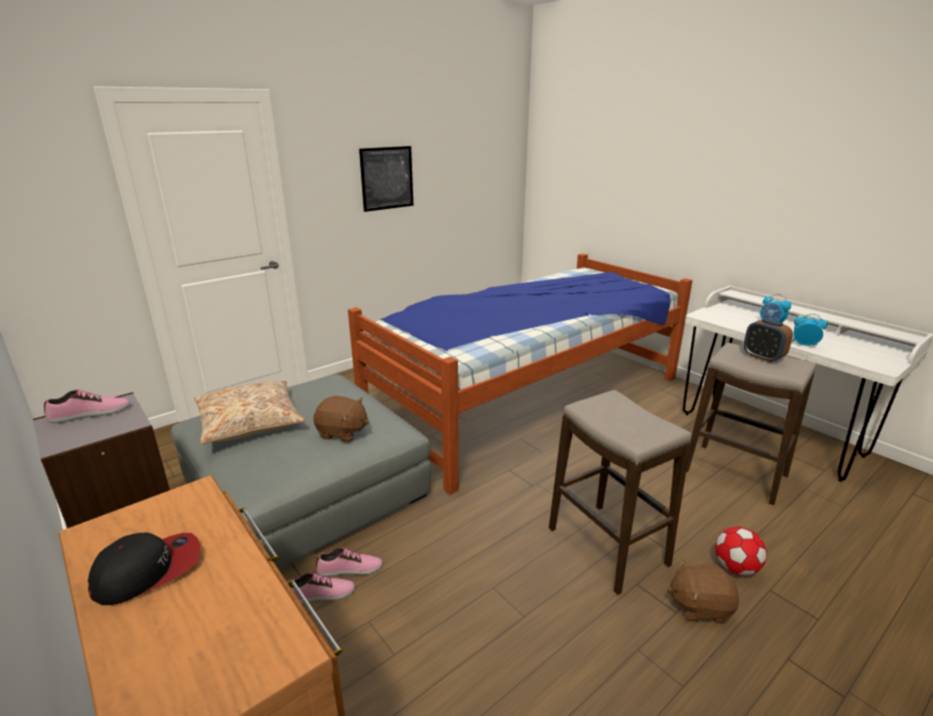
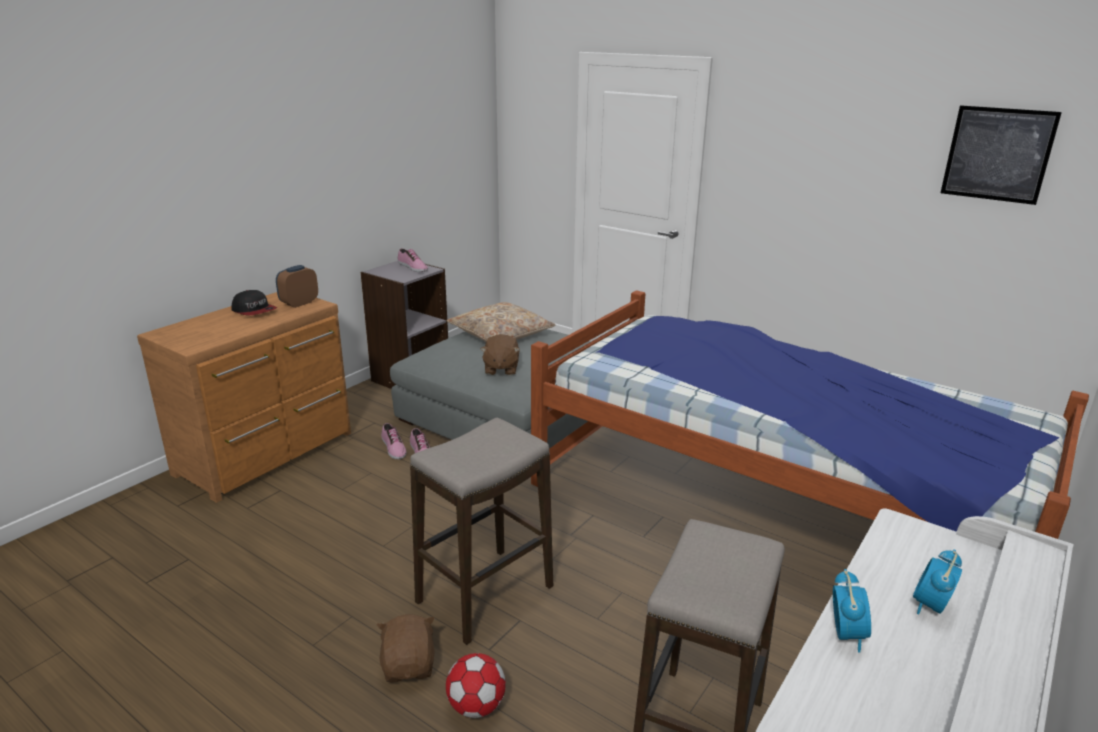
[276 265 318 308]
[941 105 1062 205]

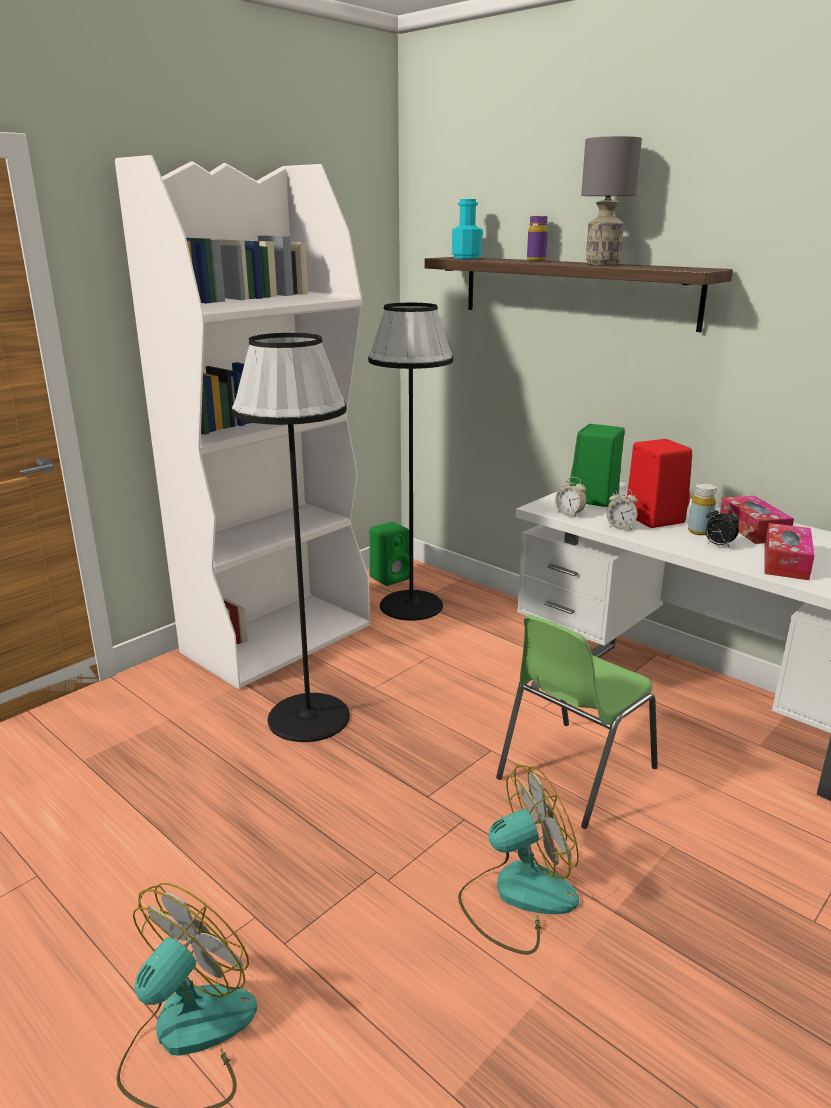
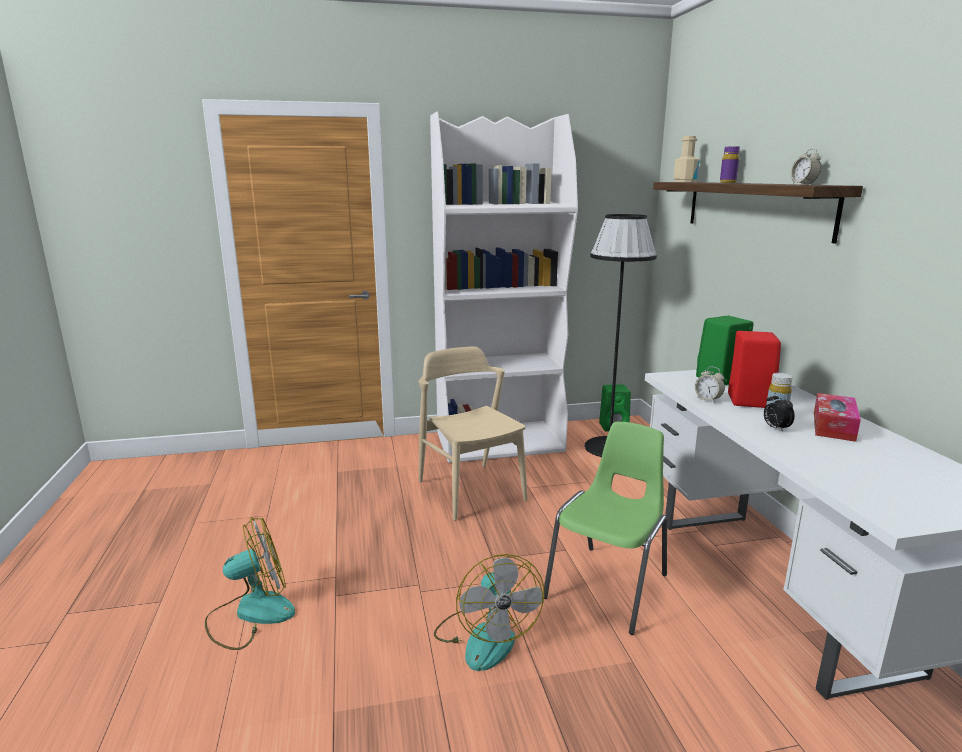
[419 346 527 521]
[434 554 544 671]
[544 422 667 635]
[674 136 699 182]
[791 148 821 184]
[581 136 642 265] (first image)
[764 523 815 580] (first image)

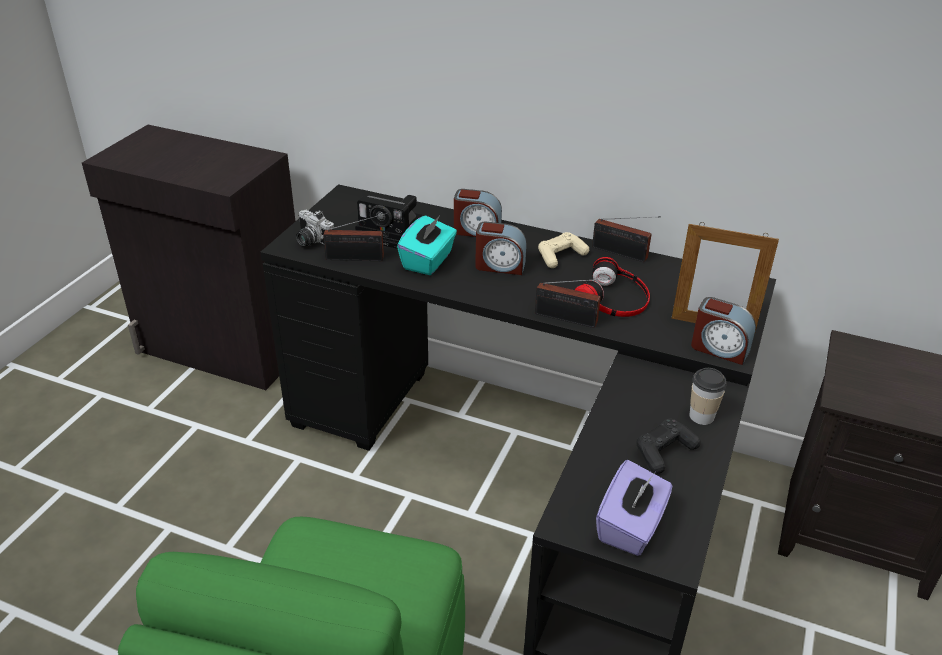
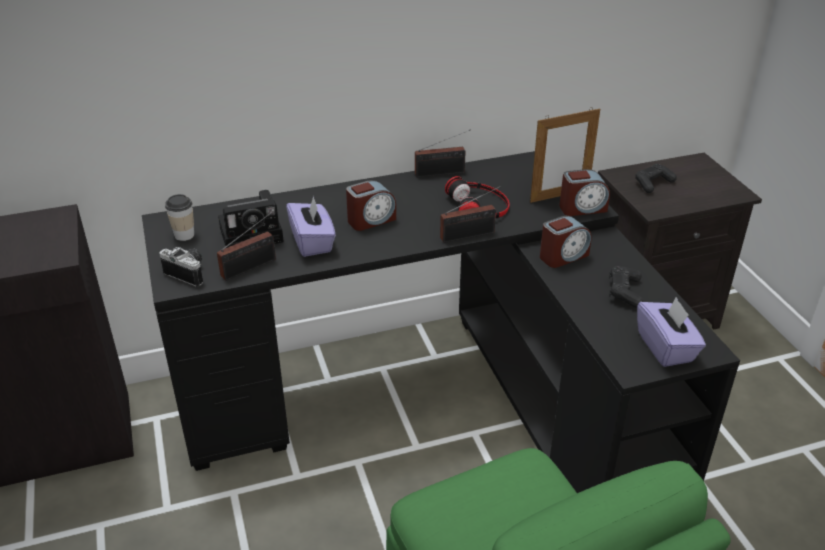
[159 247 203 287]
[165 194 194 241]
[286 196 336 257]
[540 216 592 268]
[635 164 677 193]
[538 232 589 268] (first image)

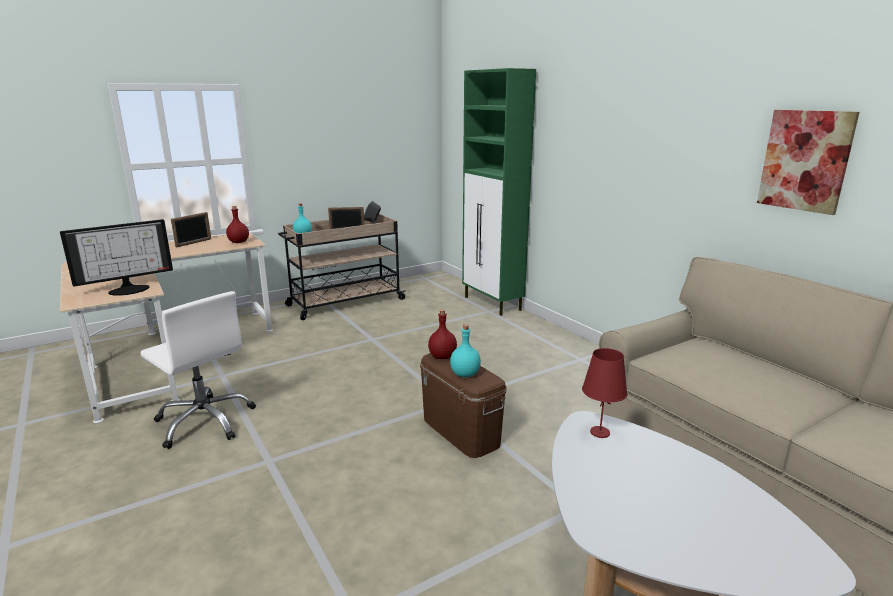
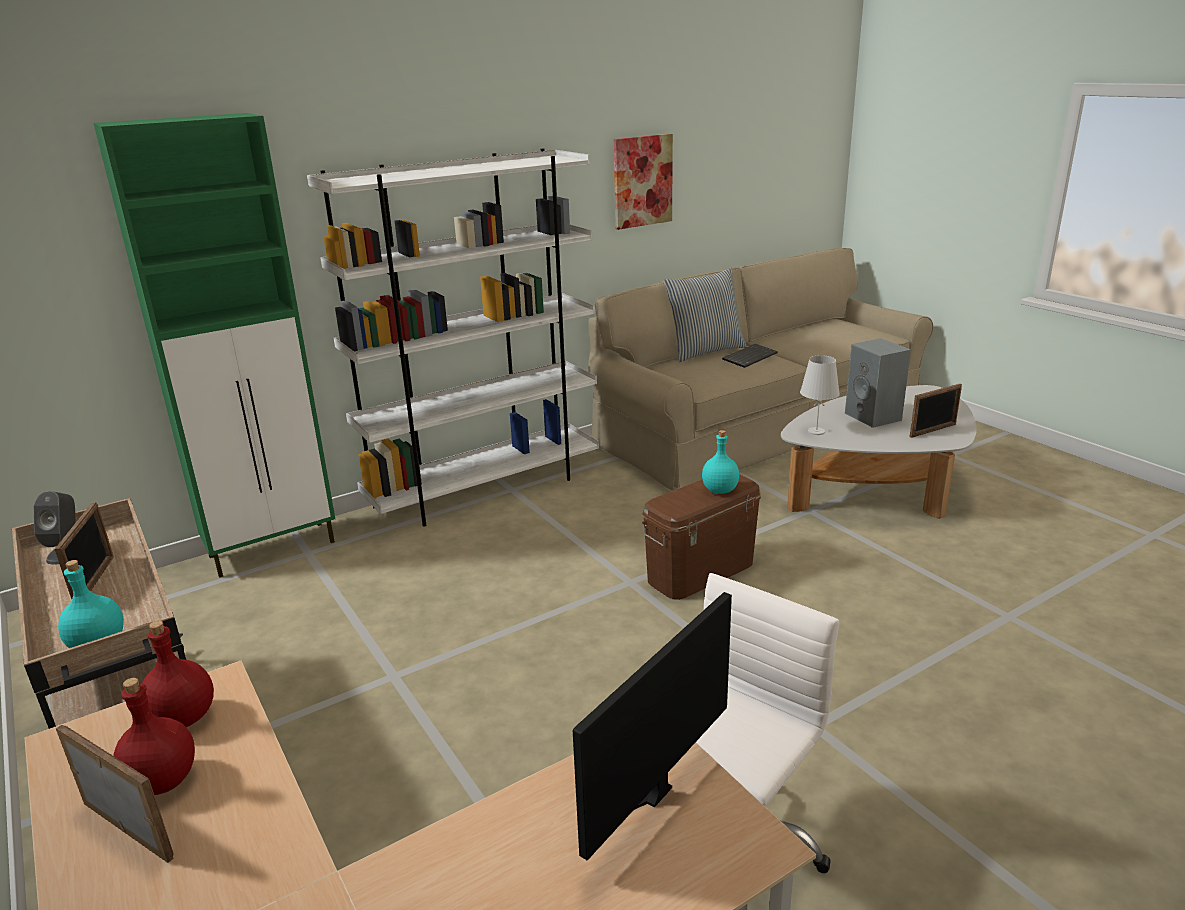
[114 678 195 795]
[307 148 599 527]
[573 592 732 860]
[663 267 747 362]
[722 344 778 368]
[800 355 840 435]
[845 338 911 428]
[910 384 962 438]

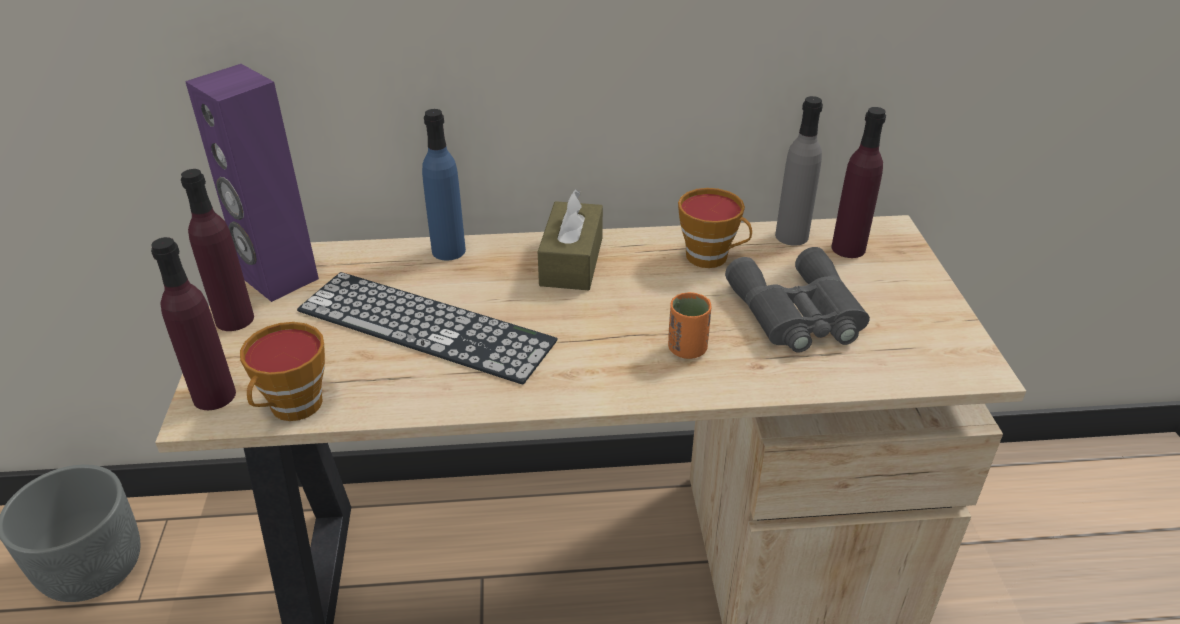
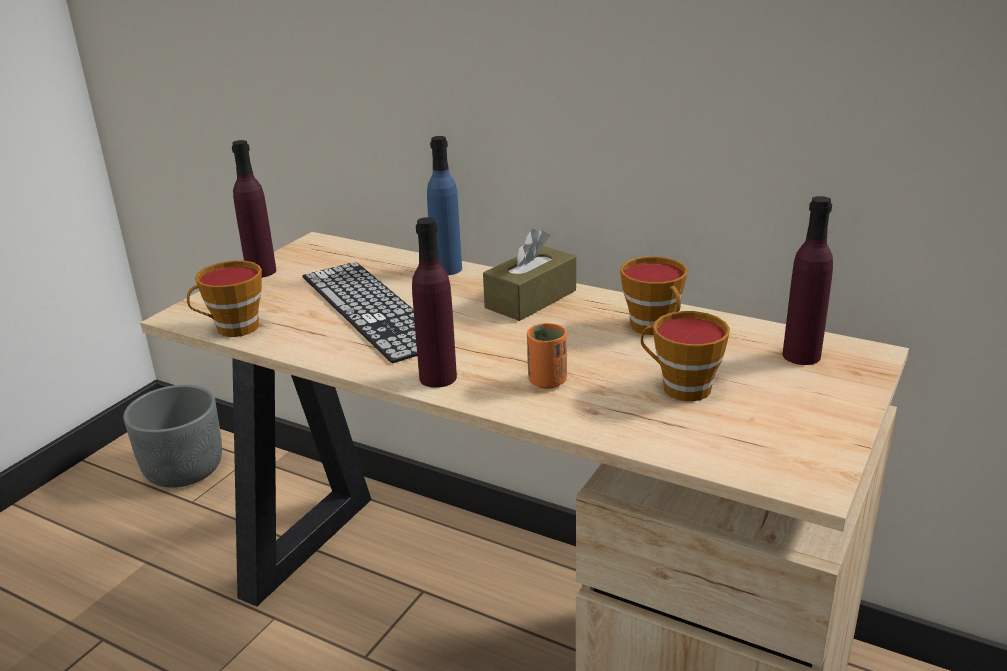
[412 217 457 388]
[641 311 730 401]
[185 64 319 302] (first image)
[775 96 823 246] (first image)

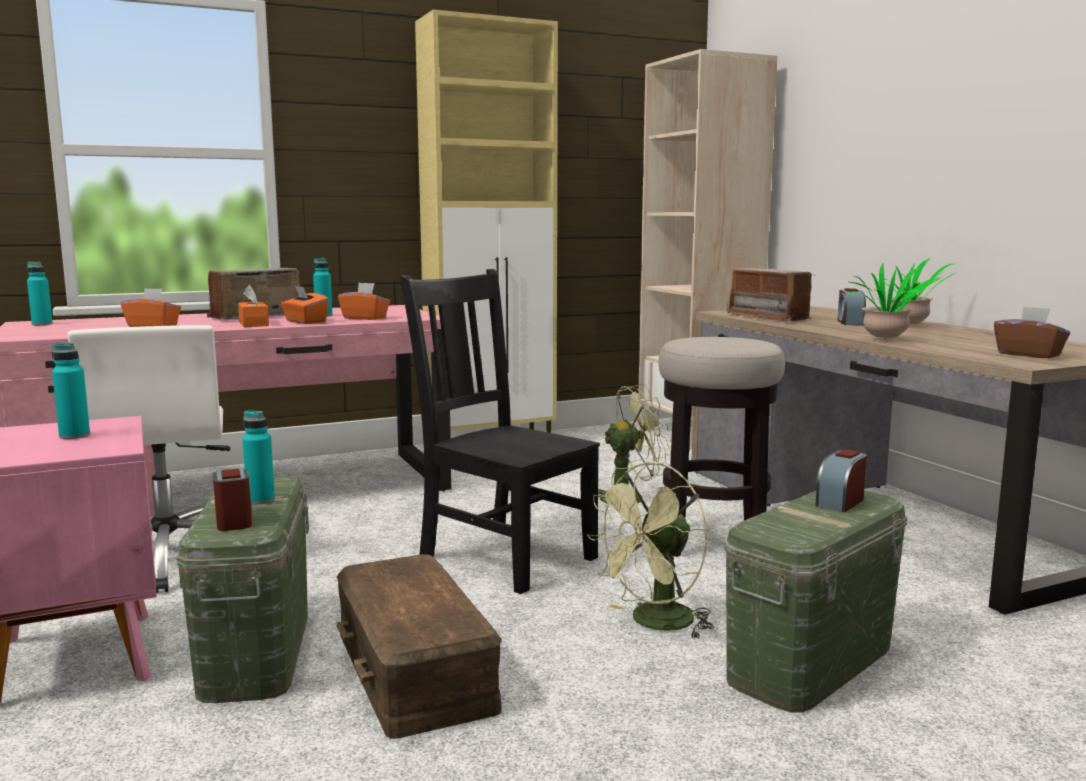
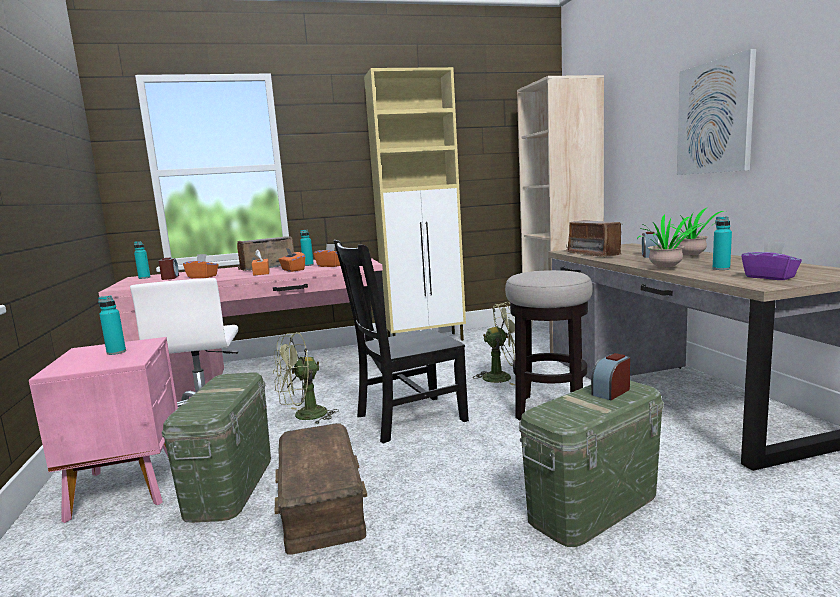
[159 257 179 280]
[273 332 339 424]
[334 240 469 444]
[677 49 756 175]
[712 216 732 270]
[741 242 802 280]

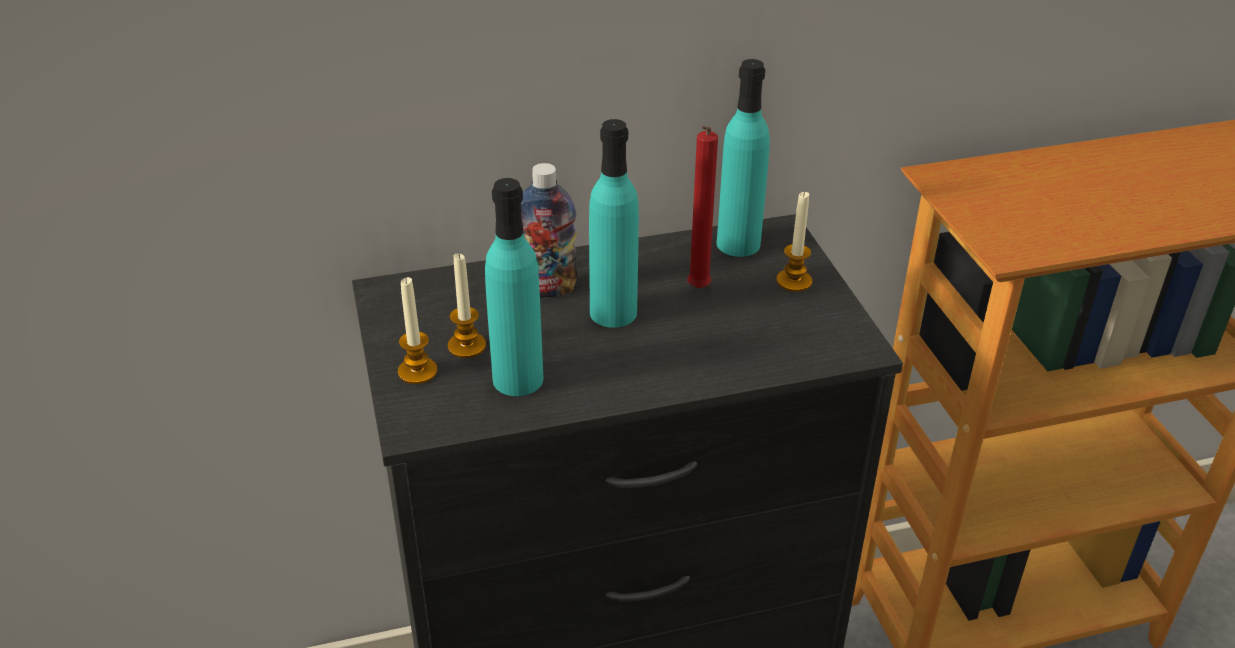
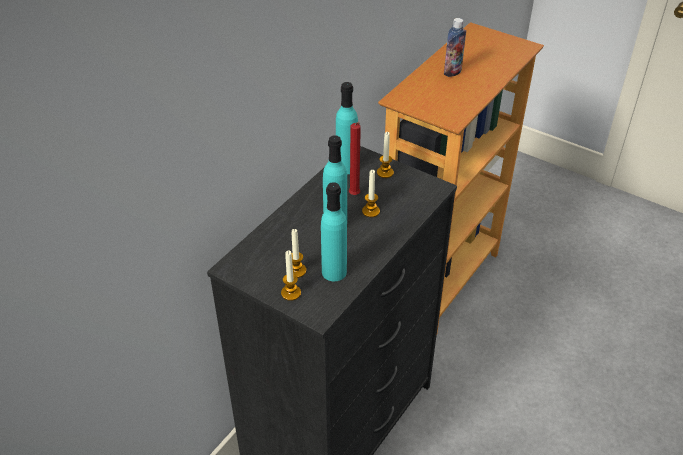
[362 170 380 217]
[444 18 466 77]

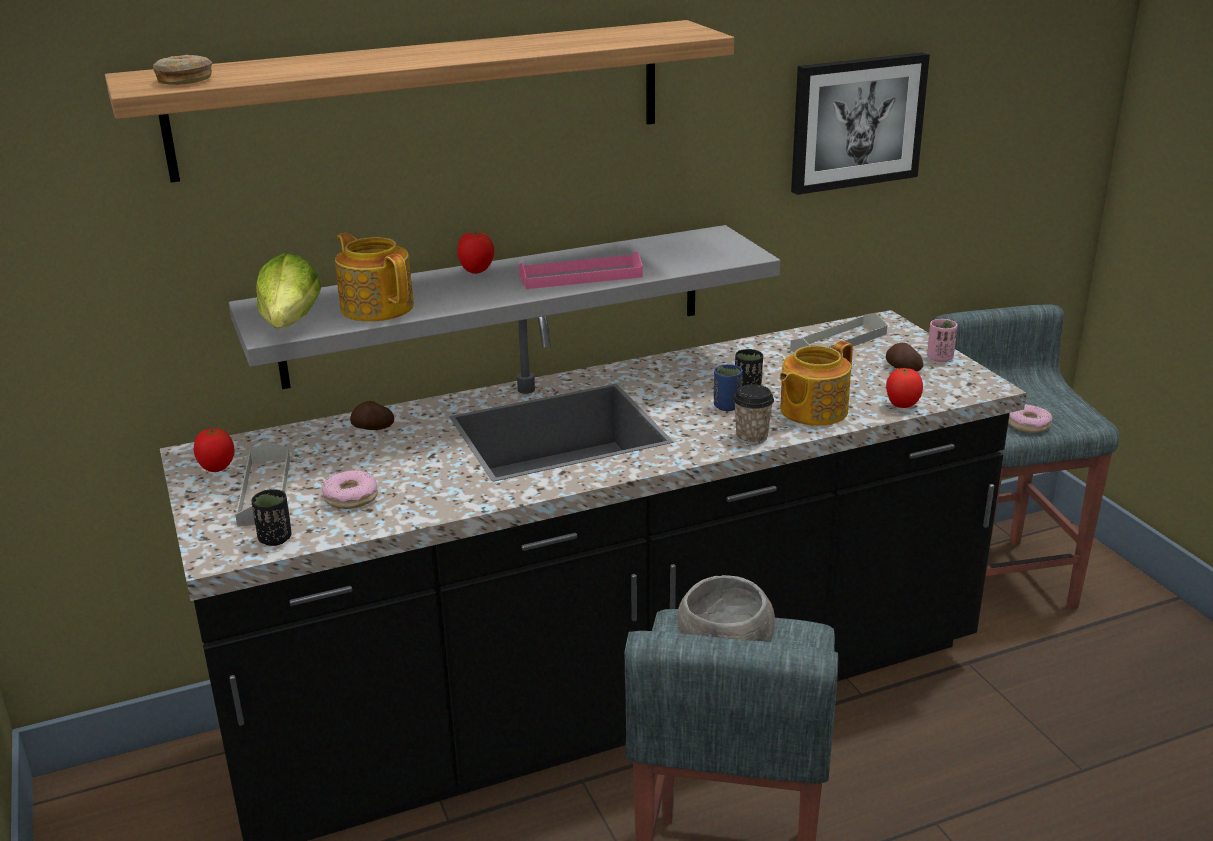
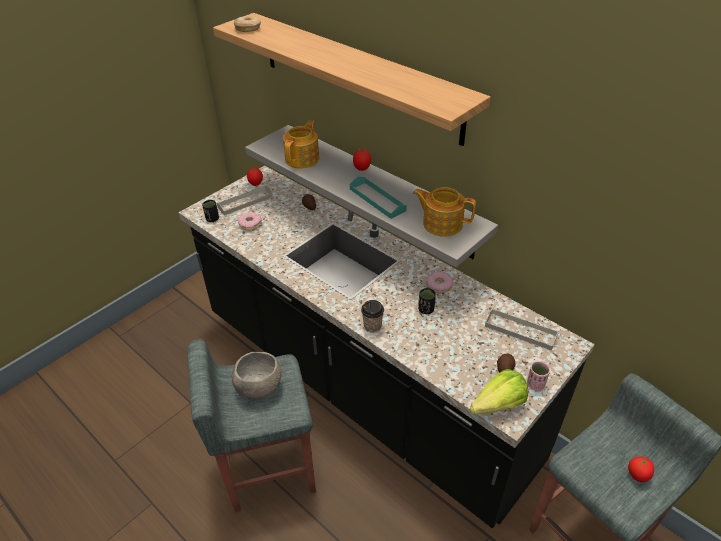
[350 177 407 219]
[413 187 476 237]
[426 271 453 293]
[470 369 528 415]
[628 456 654 482]
[714 364 743 411] (first image)
[791 52 930 195] (first image)

